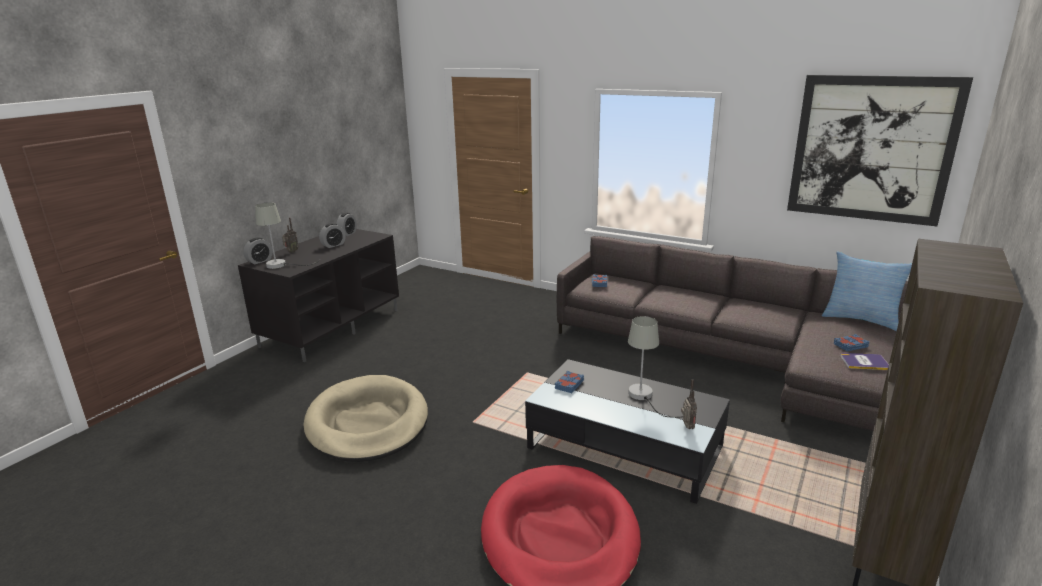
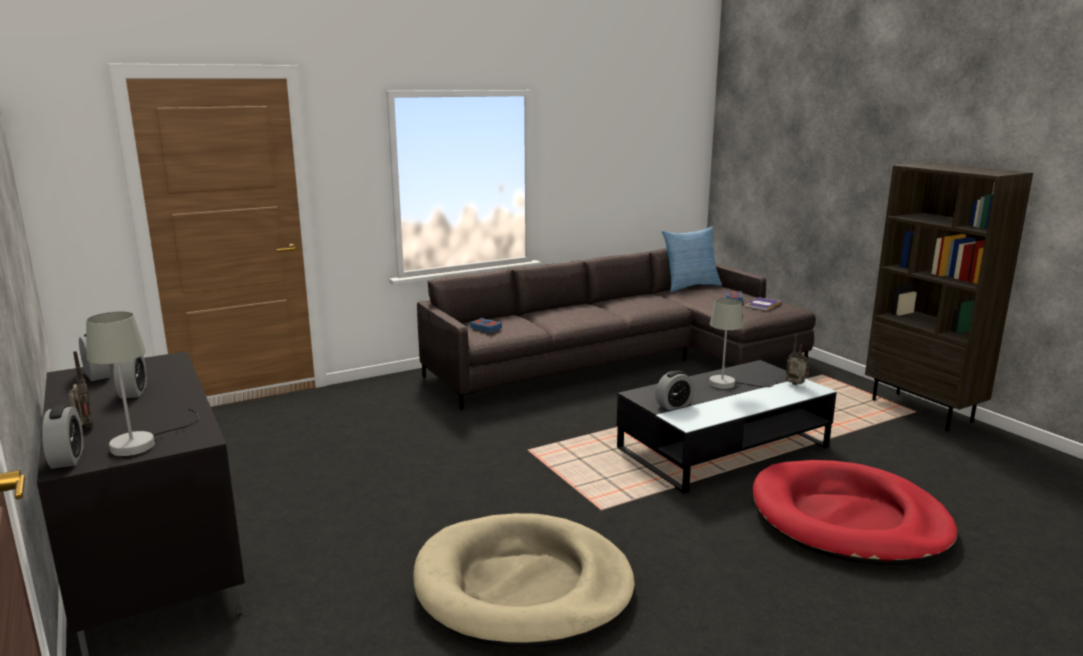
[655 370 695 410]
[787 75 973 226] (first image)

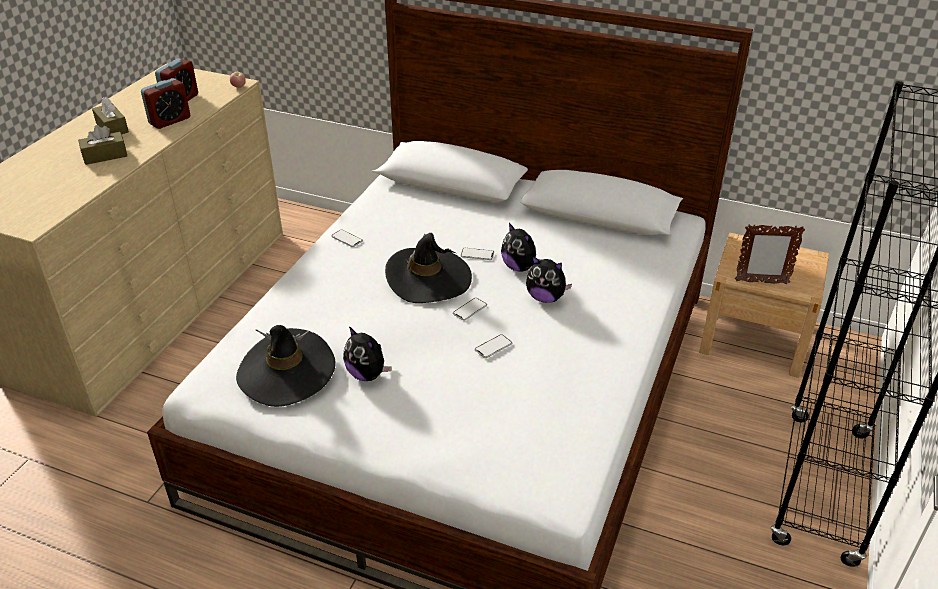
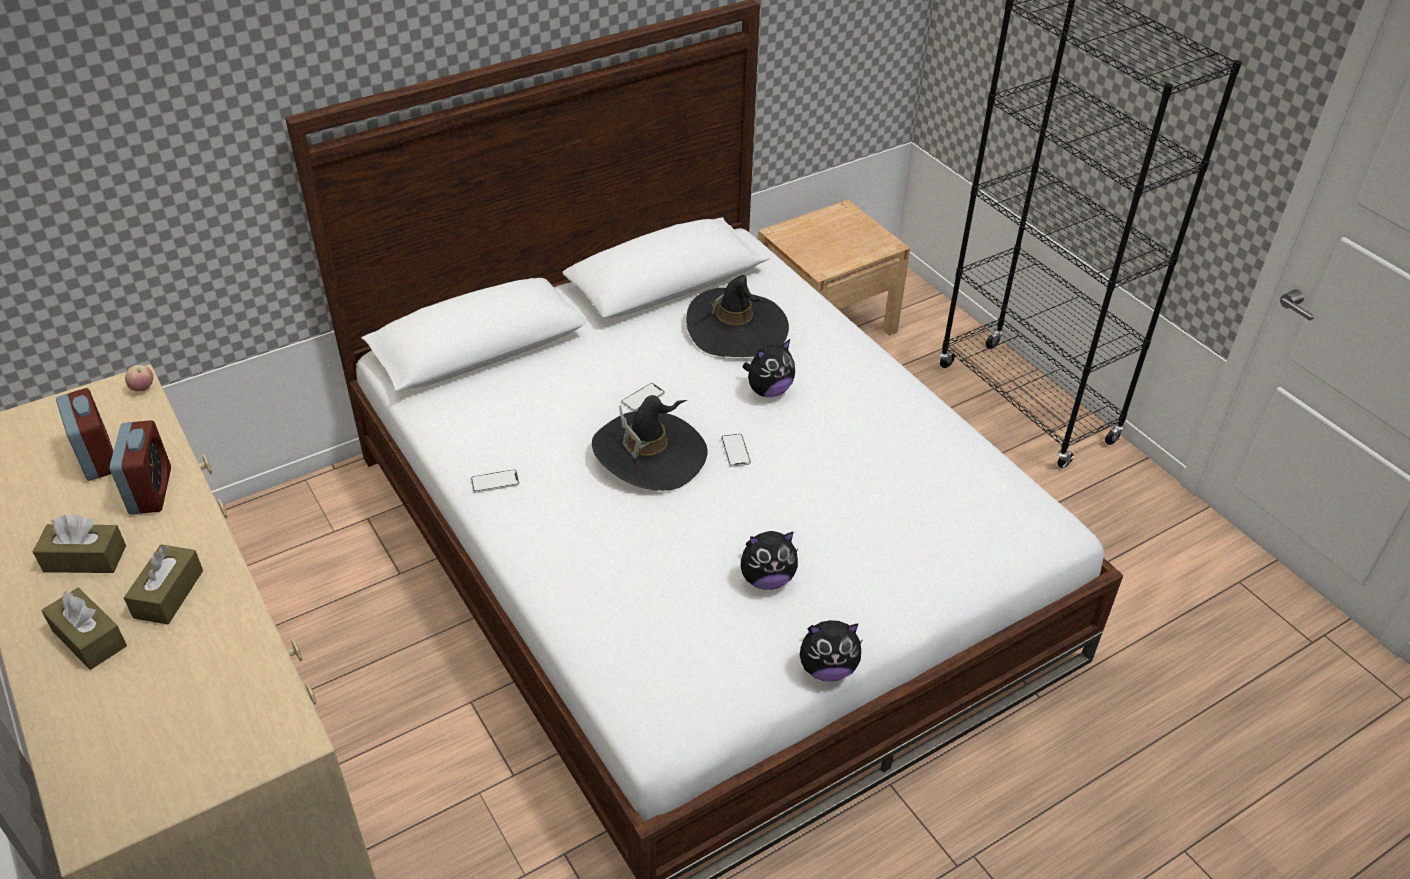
[41 588 127 670]
[686 275 789 357]
[800 620 863 682]
[474 334 512 358] (first image)
[735 225 805 284] (first image)

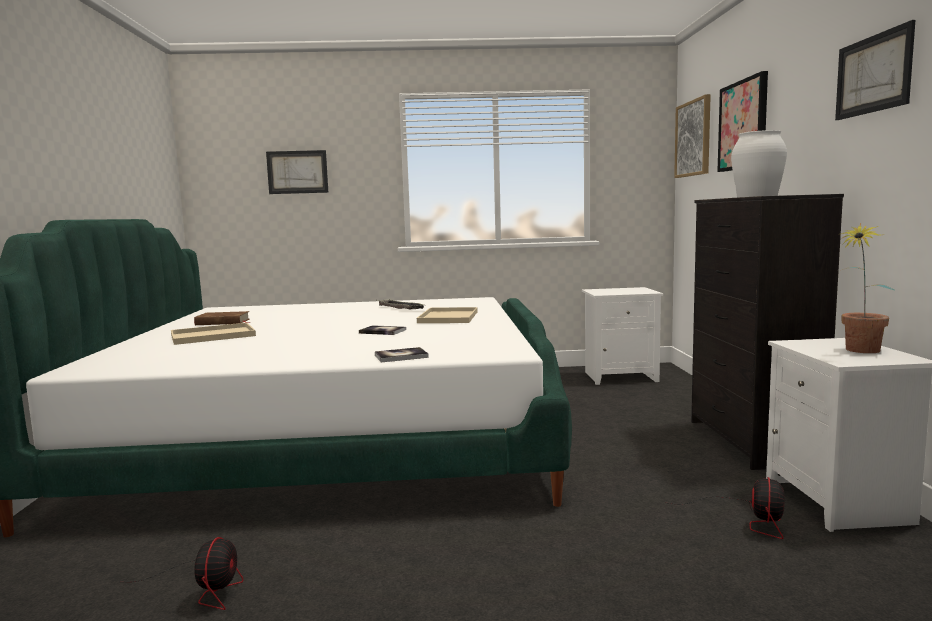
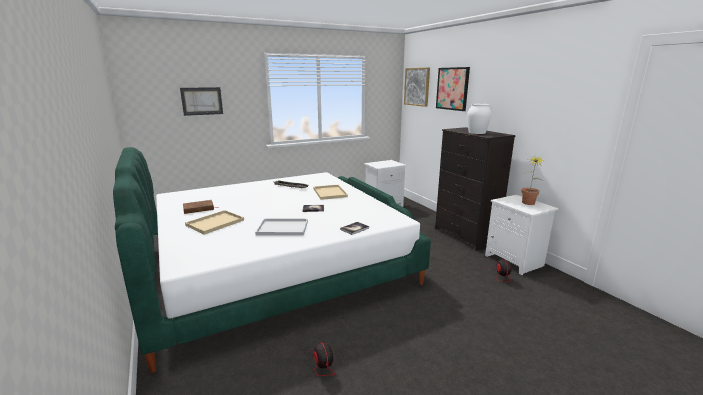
[255 218 308 236]
[835 20 915 120] (first image)

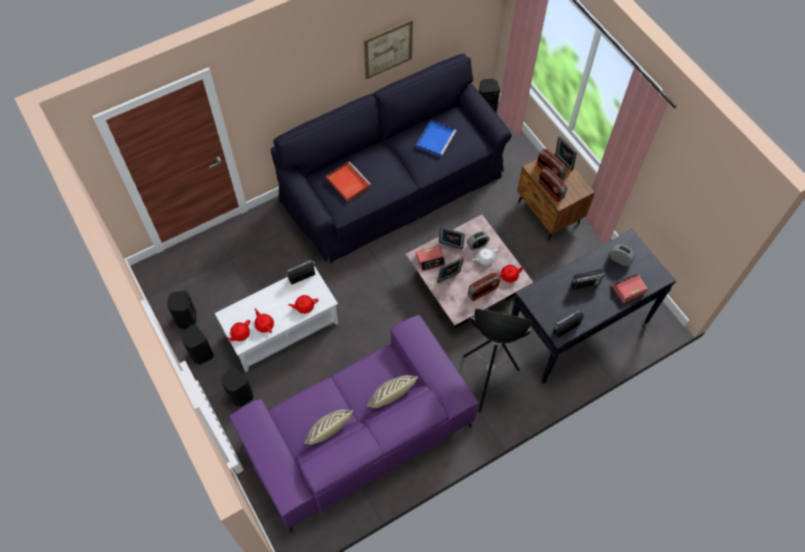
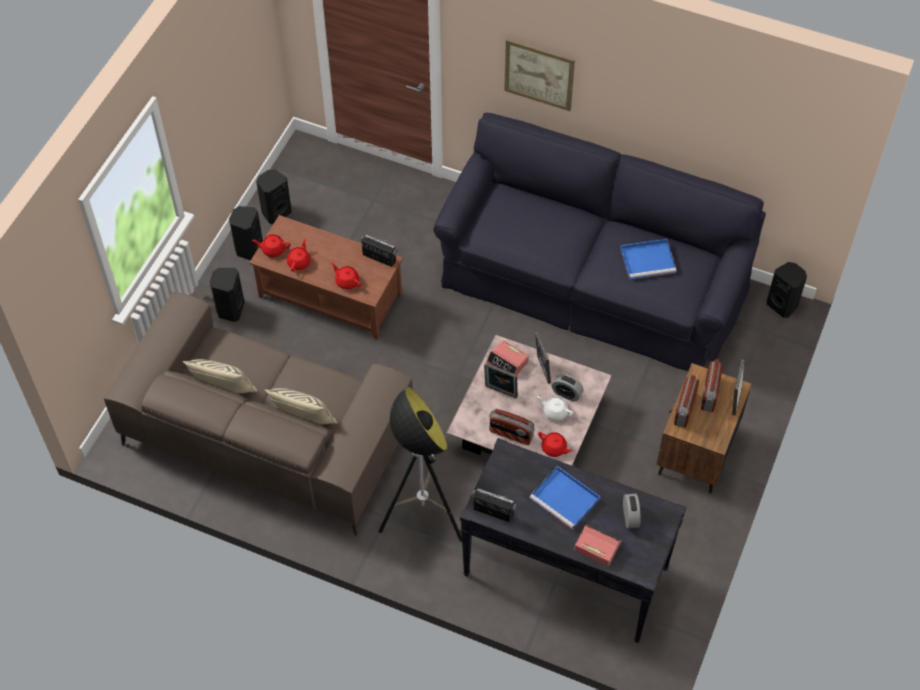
[104 292 413 536]
[249 215 403 340]
[504 39 575 111]
[530 466 600 530]
[326 161 371 202] (first image)

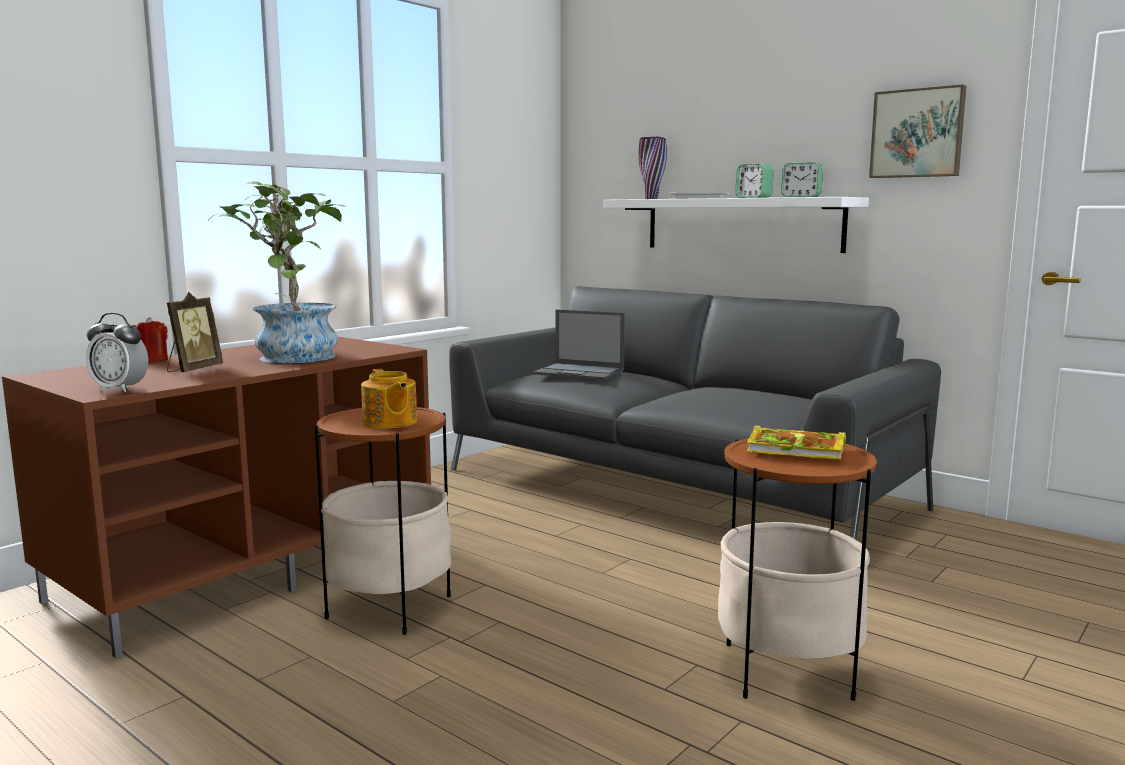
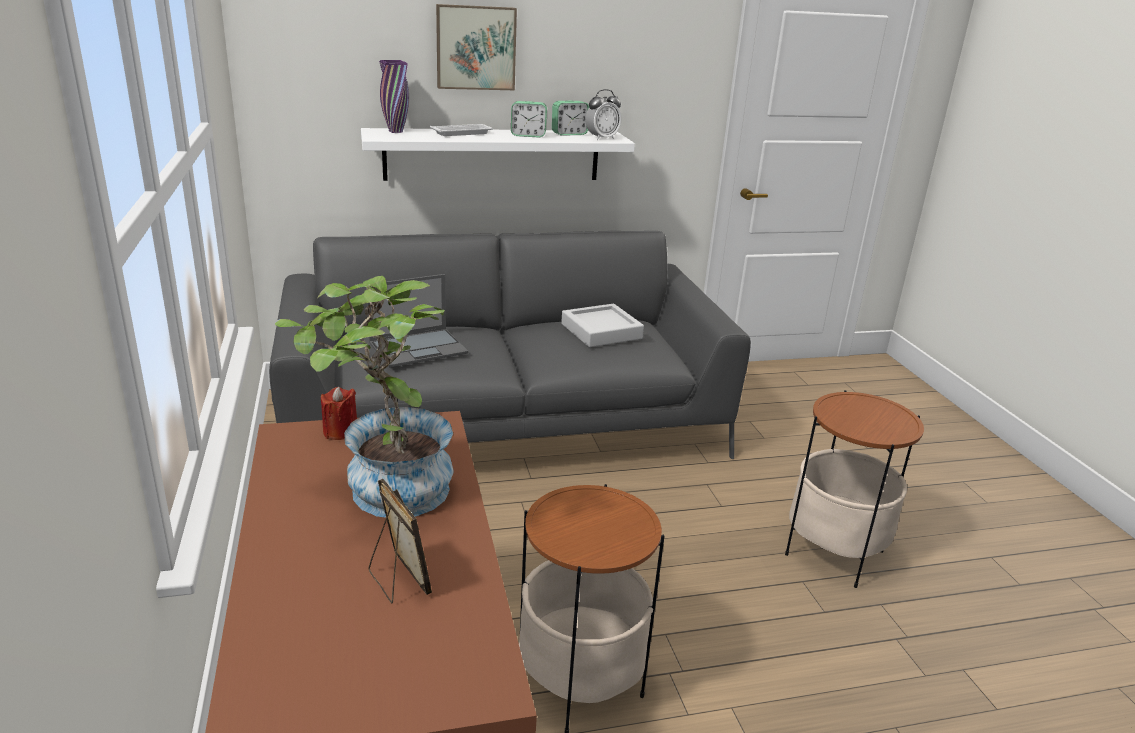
[321 387 357 440]
[436 4 517 90]
[561 304 644 347]
[585 89 621 140]
[361 369 417 429] (first image)
[746 425 846 460] (first image)

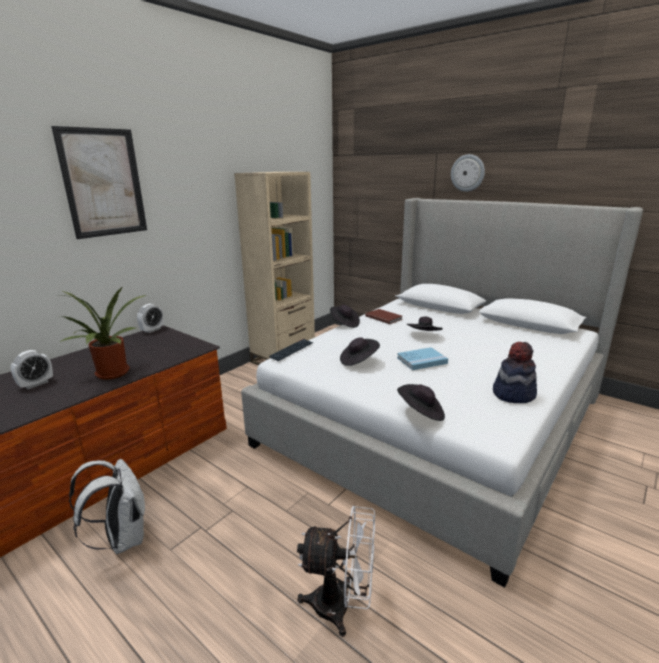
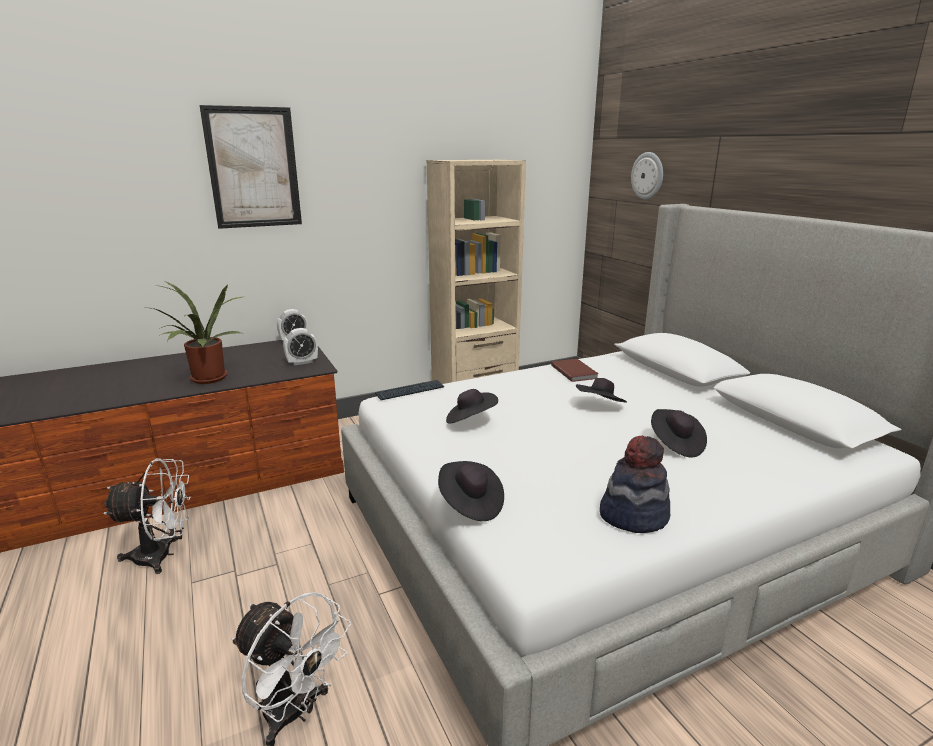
[103 459 191 574]
[283 328 318 366]
[631 152 663 200]
[651 409 707 457]
[397 347 448 370] (first image)

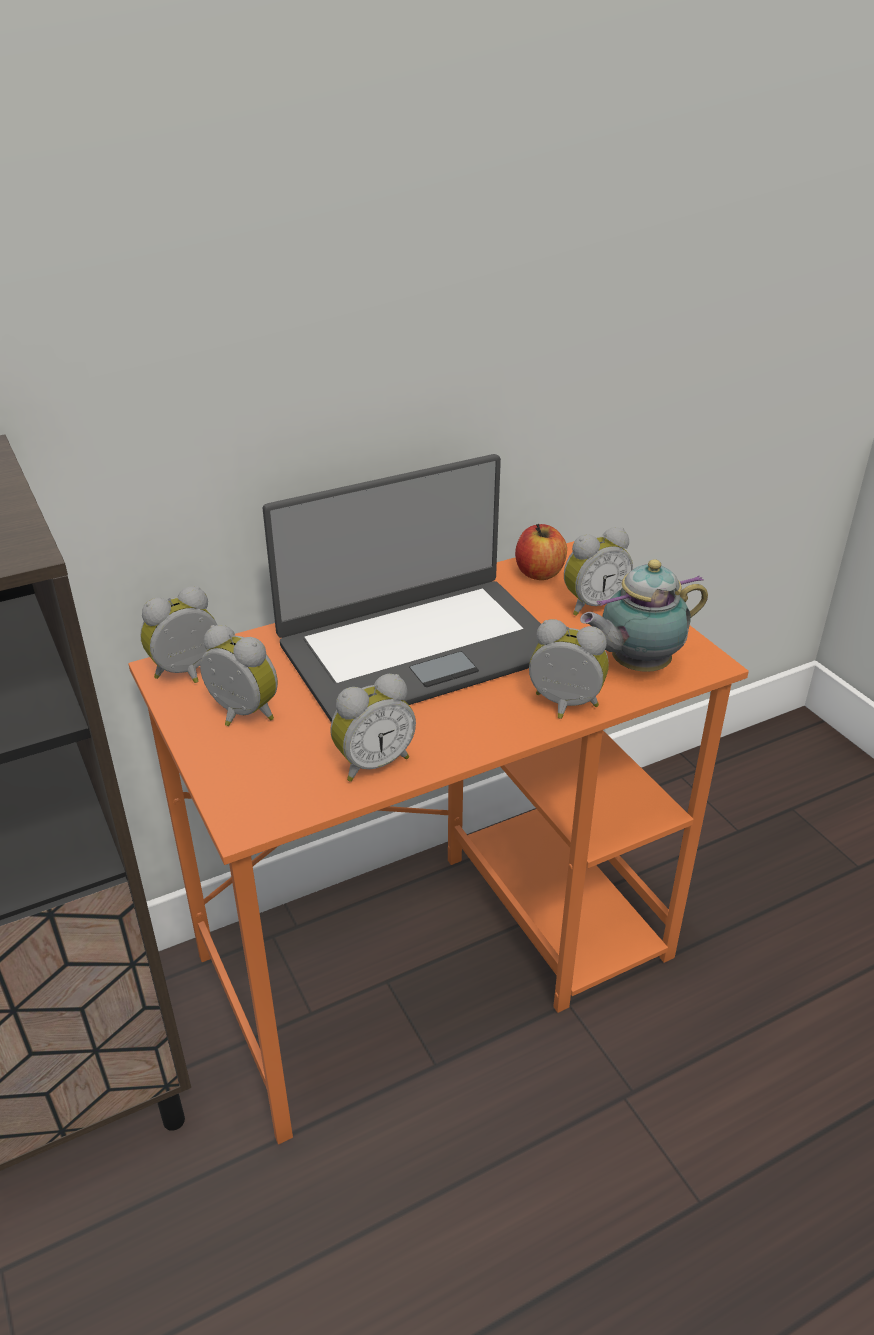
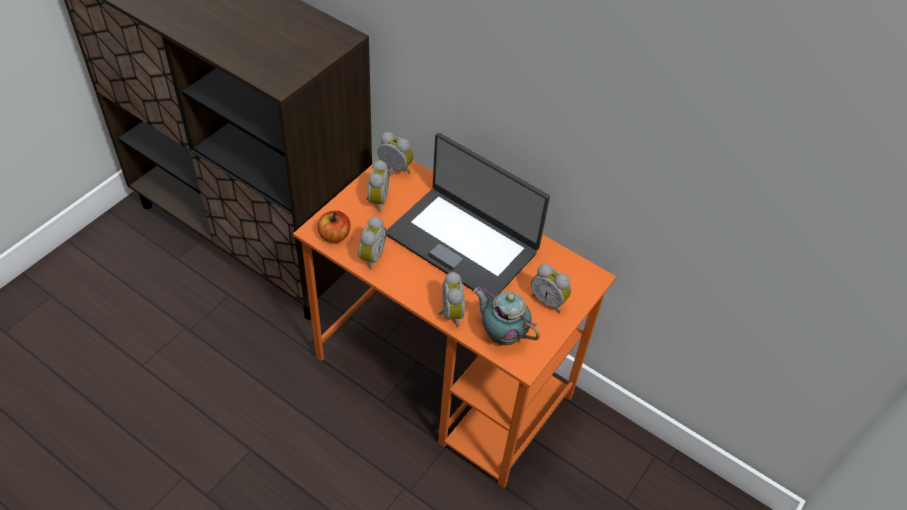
[317 211 351 243]
[358 216 386 270]

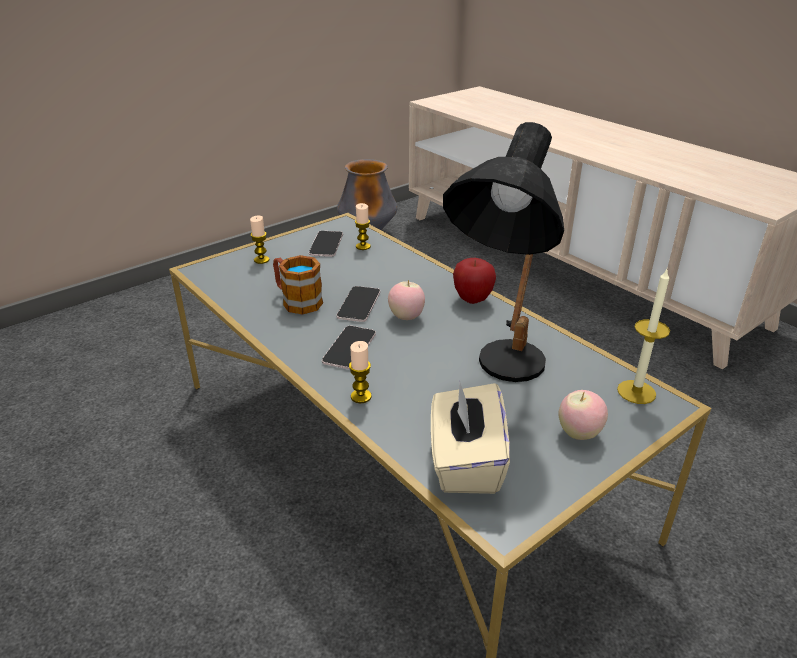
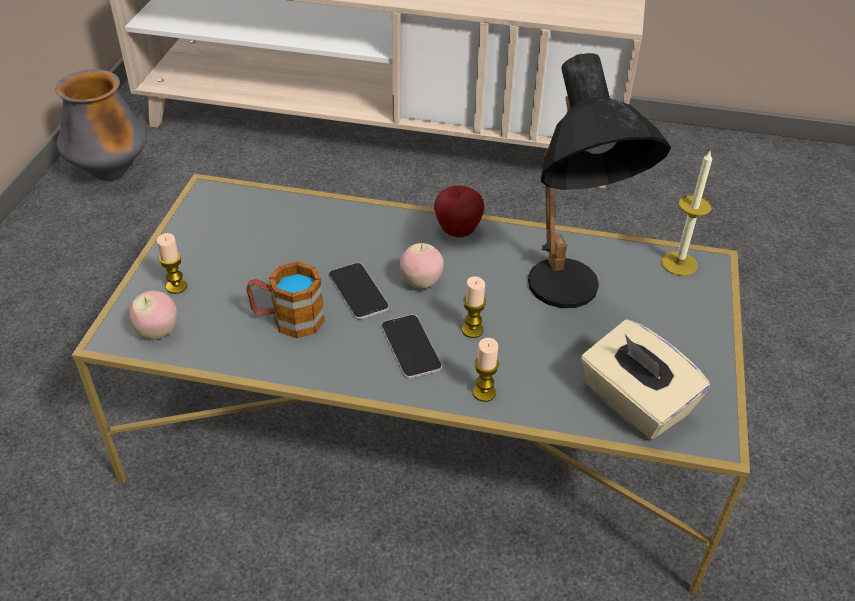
[129 291 177 340]
[462 276 486 338]
[309 231 343 257] (first image)

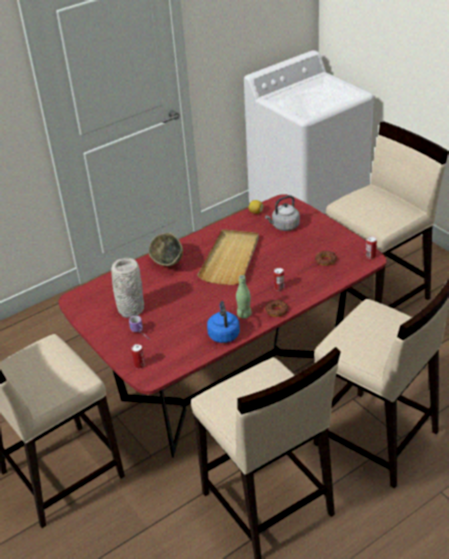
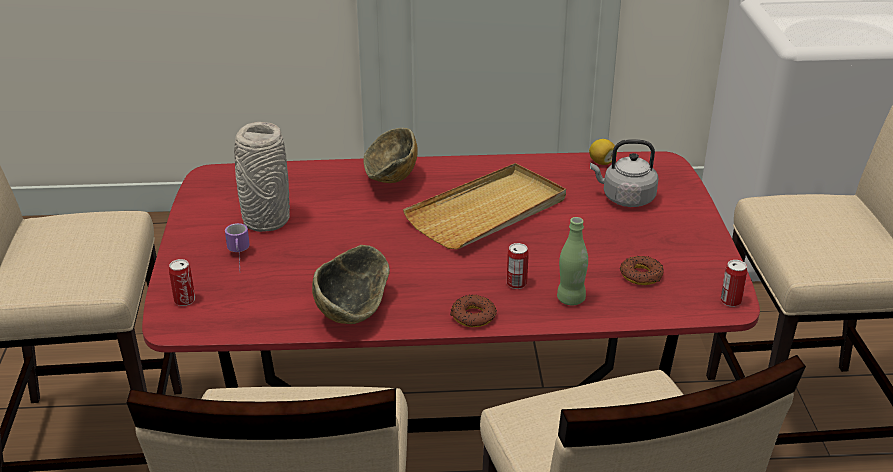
[312 245 390 324]
[557 217 588 305]

